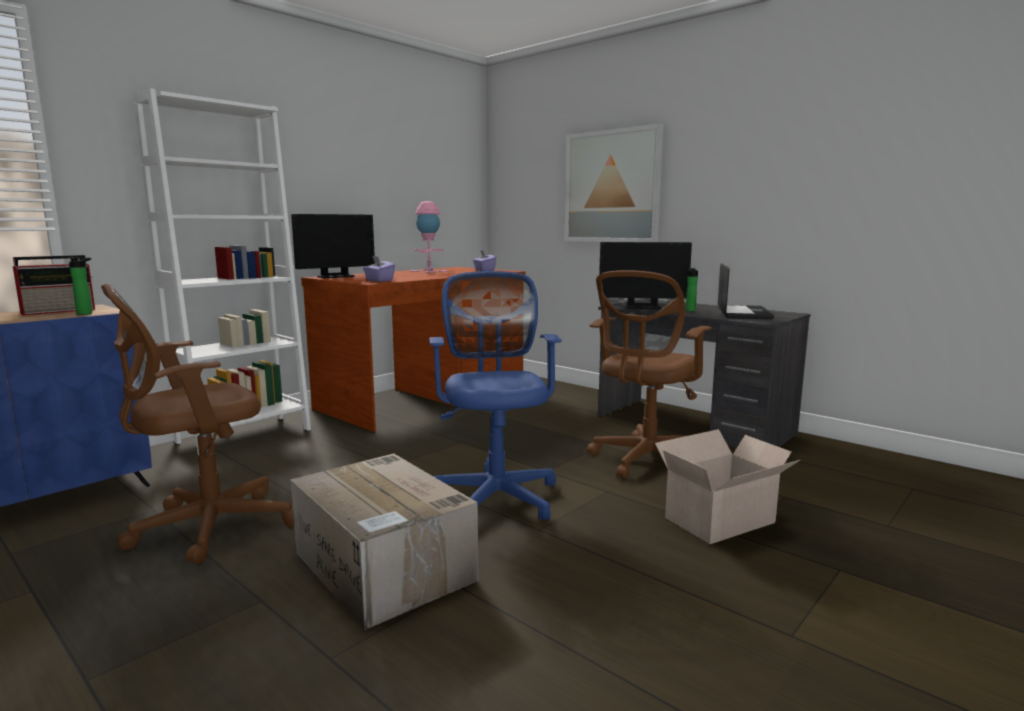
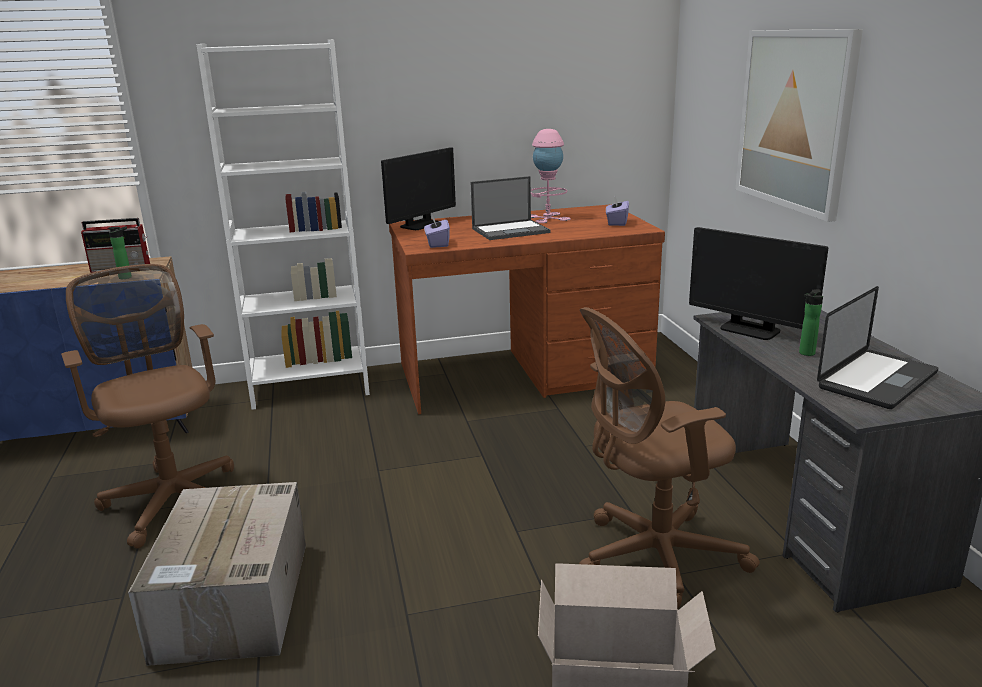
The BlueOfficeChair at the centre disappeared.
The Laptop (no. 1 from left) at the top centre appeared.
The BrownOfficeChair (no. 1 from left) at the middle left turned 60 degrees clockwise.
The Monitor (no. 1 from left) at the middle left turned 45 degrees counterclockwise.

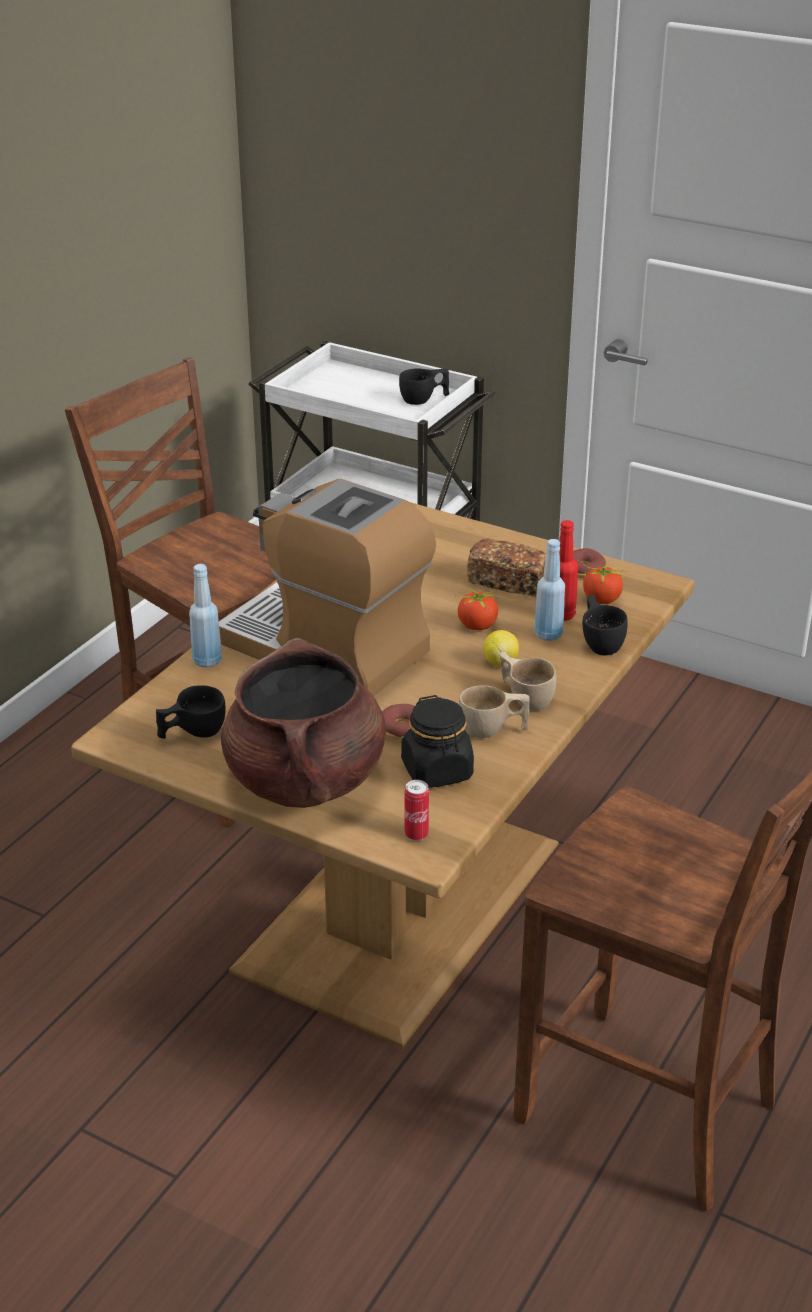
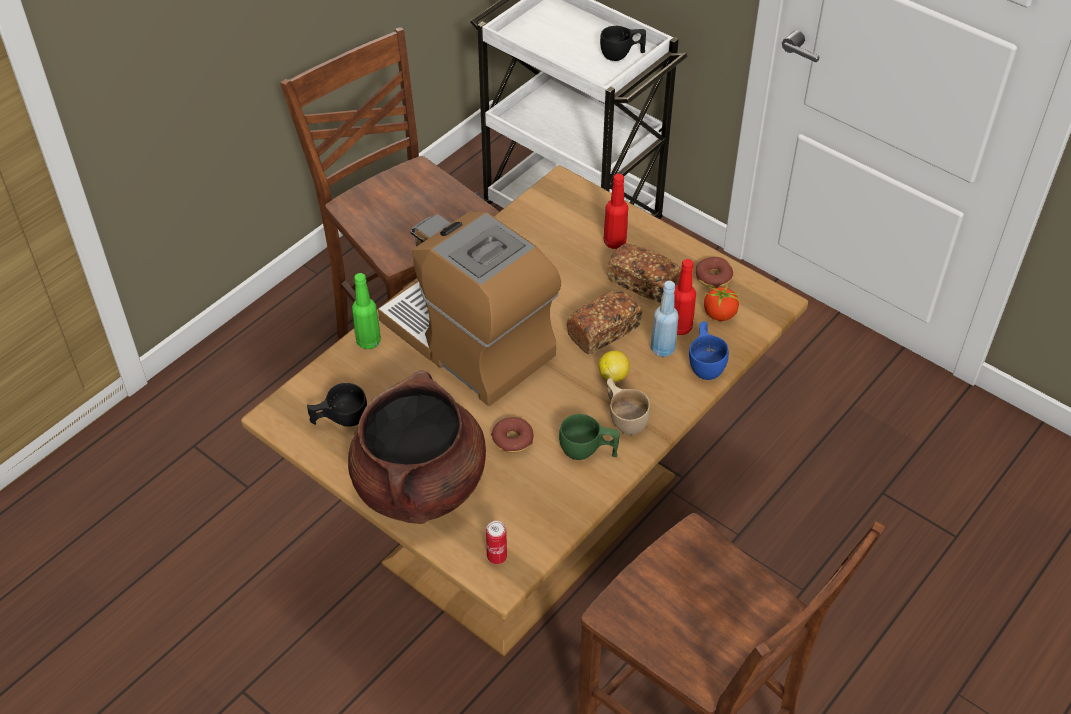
The BlackJar at the centre disappeared.
The RedBottle (no. 1 from left) at the top centre appeared.
The Tomato (no. 1 from left) at the centre was replaced by the Bread (no. 1 from left) at the centre.
The BlueBottle (no. 1 from left) at the middle left became the GreenBottle at the centre.
The BeigeCup (no. 1 from left) at the centre became the GreenCup at the centre.
The BlackCup (no. 3 from left) at the middle right became the BlueCup at the centre.

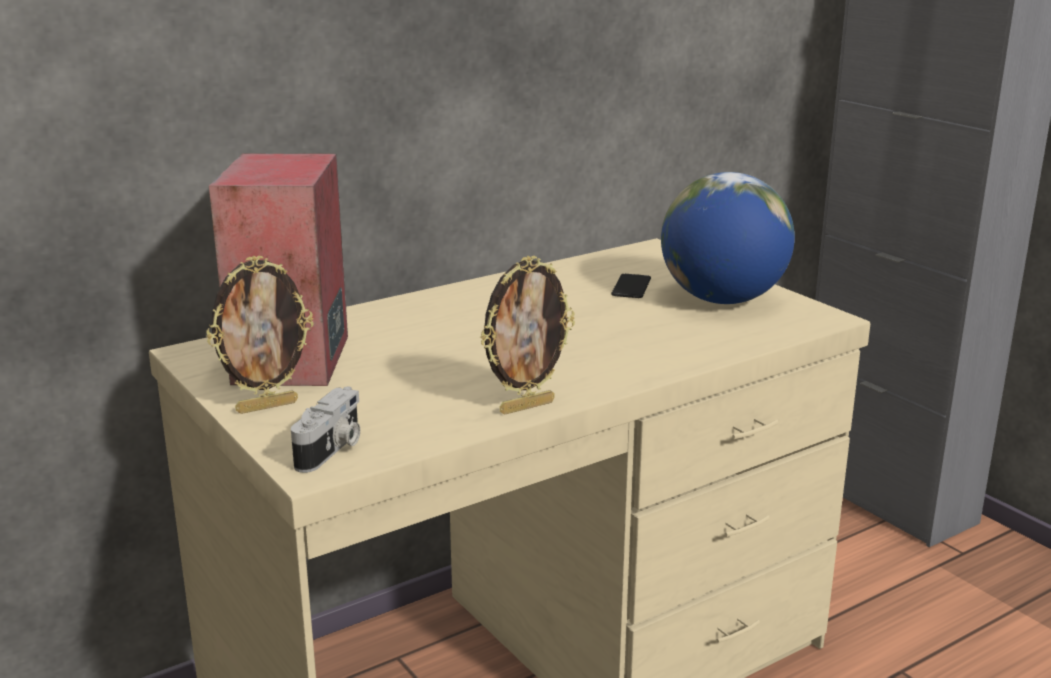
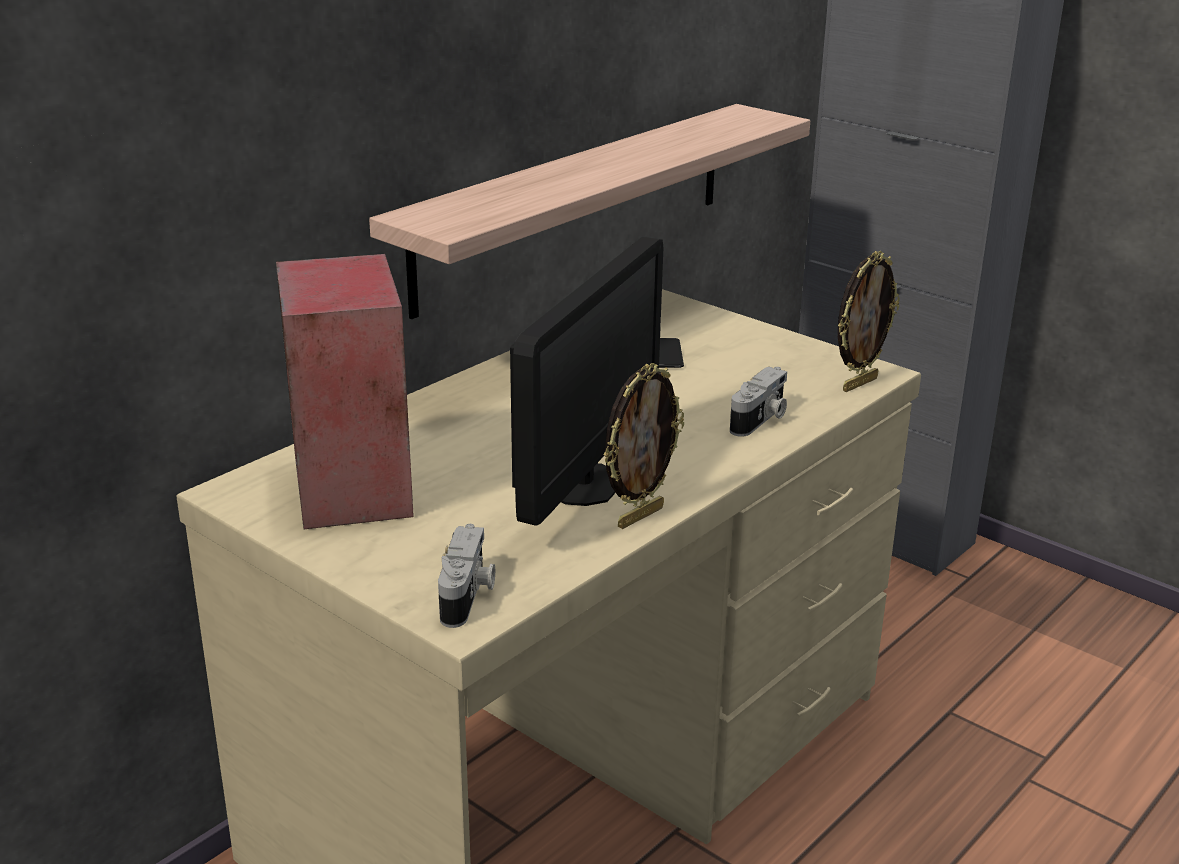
The Globe at the middle right disappeared.
The Shelf at the top centre appeared.
The Monitor at the centre appeared.
The PhotoCamera (no. 2 from left) at the centre appeared.
The PictureFrame (no. 1 from left in the first image) moved from the middle left to the middle right.

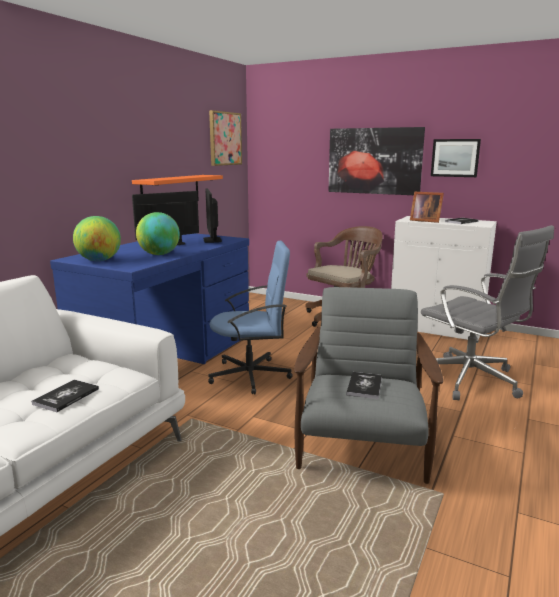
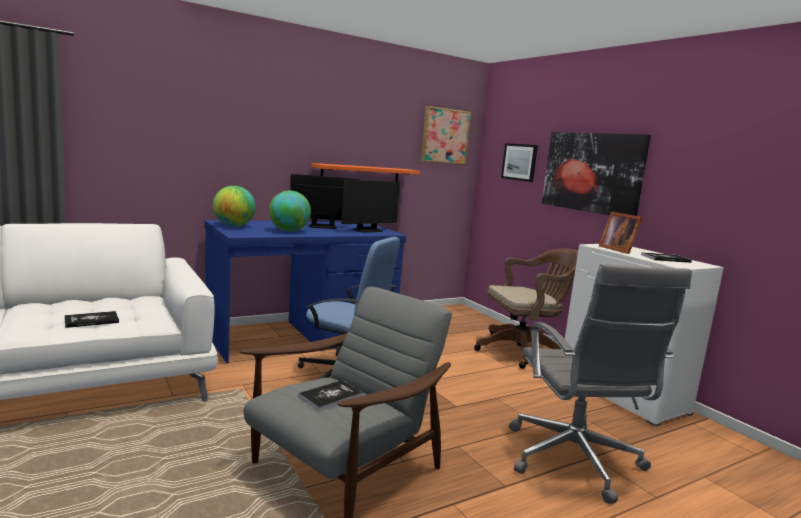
The Picture (no. 3 from left in the first image) moved from the top right to the top centre.
The Monitor (no. 2 from left) at the centre turned 150 degrees counterclockwise.

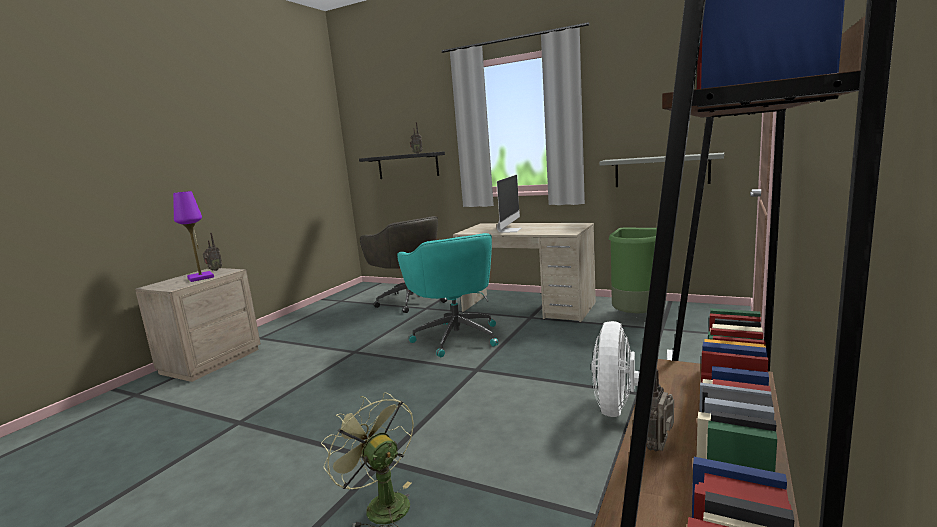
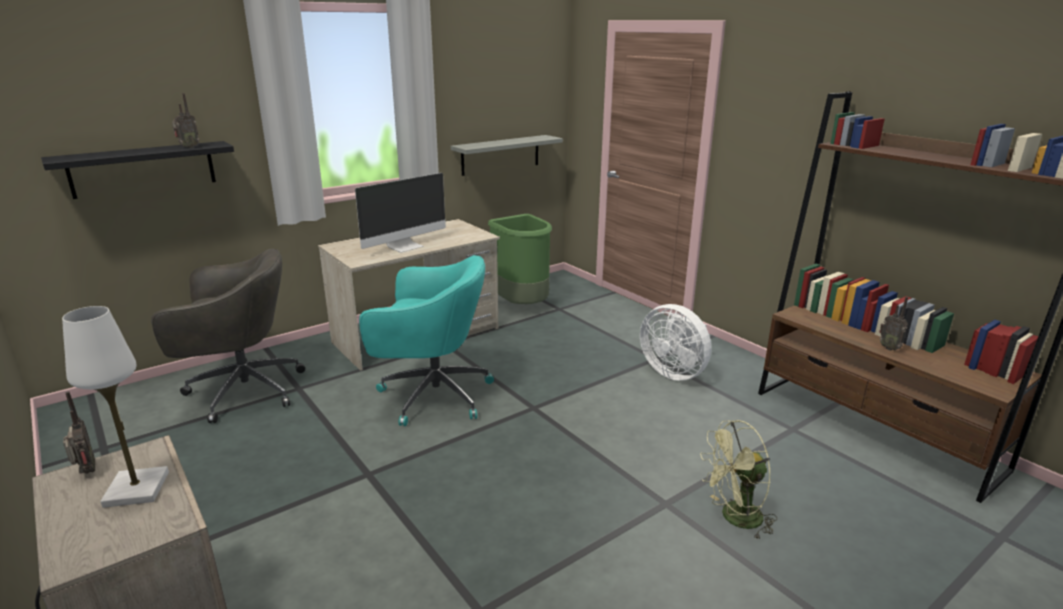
The PurpleTableLamp at the middle left became the WhiteTableLamp at the bottom left.
The Monitor at the centre turned 90 degrees clockwise.

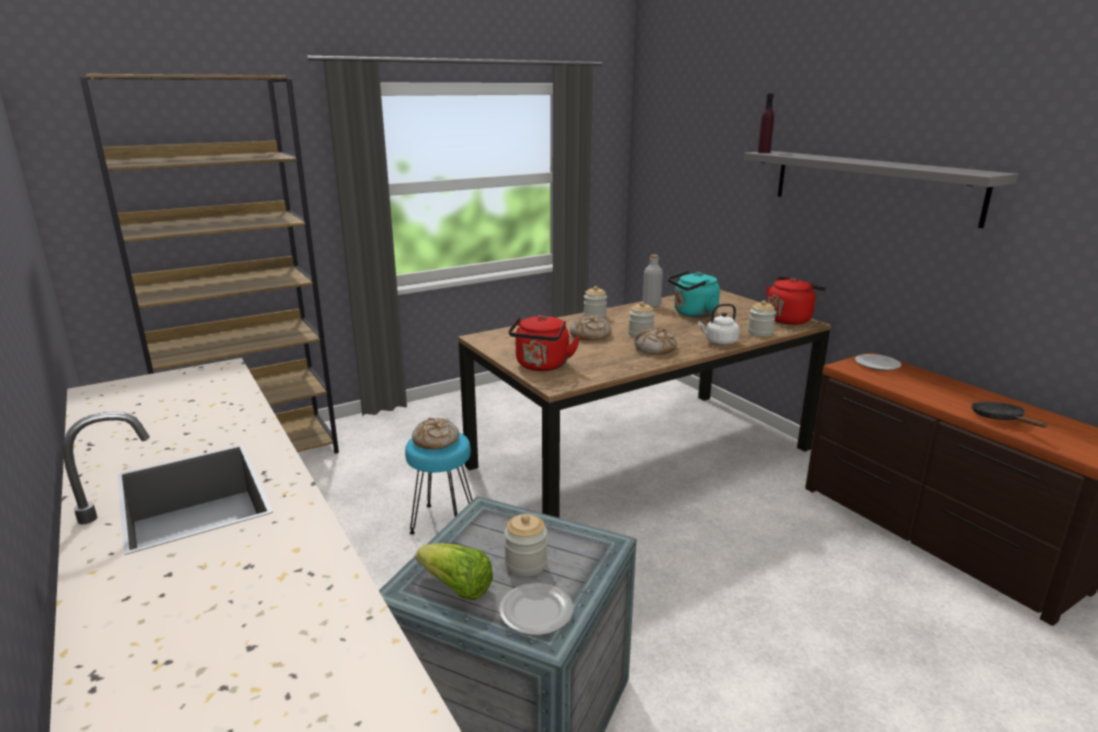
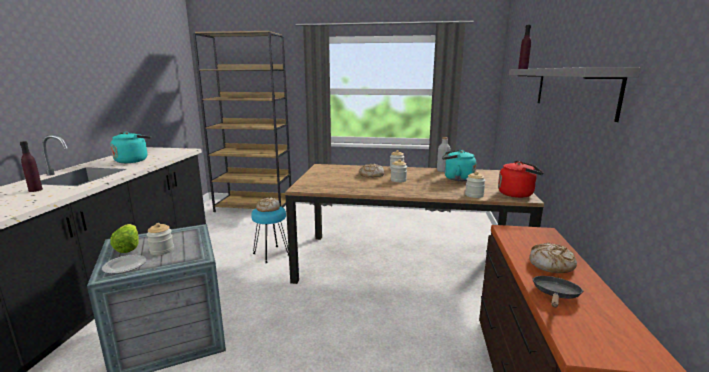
The RedKettle (no. 1 from left) at the centre disappeared.
The WhiteKettle at the centre disappeared.
The Plate (no. 2 from left) at the middle right disappeared.
The PurpleBottle (no. 1 from left) at the middle left appeared.
The TurquoiseKettle (no. 1 from left) at the middle left appeared.
The Bread (no. 3 from left) moved from the centre to the bottom right.

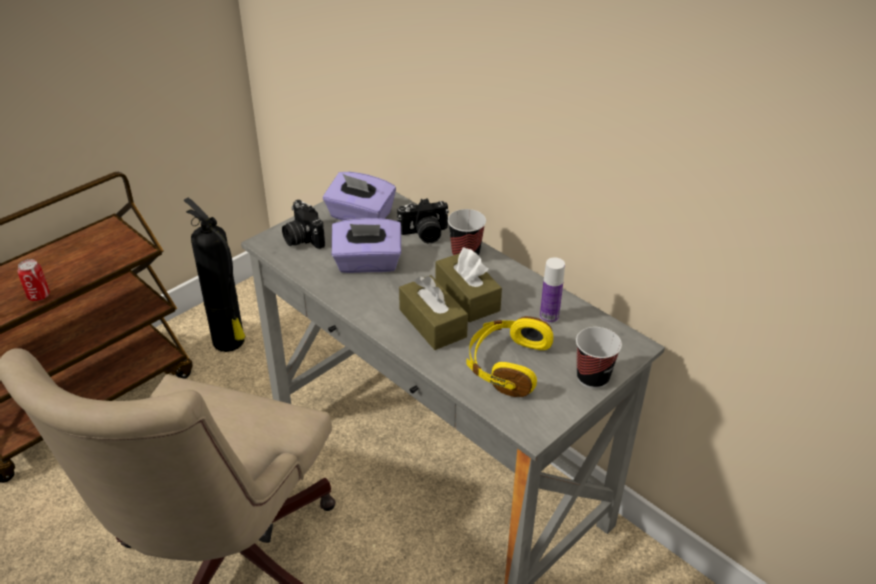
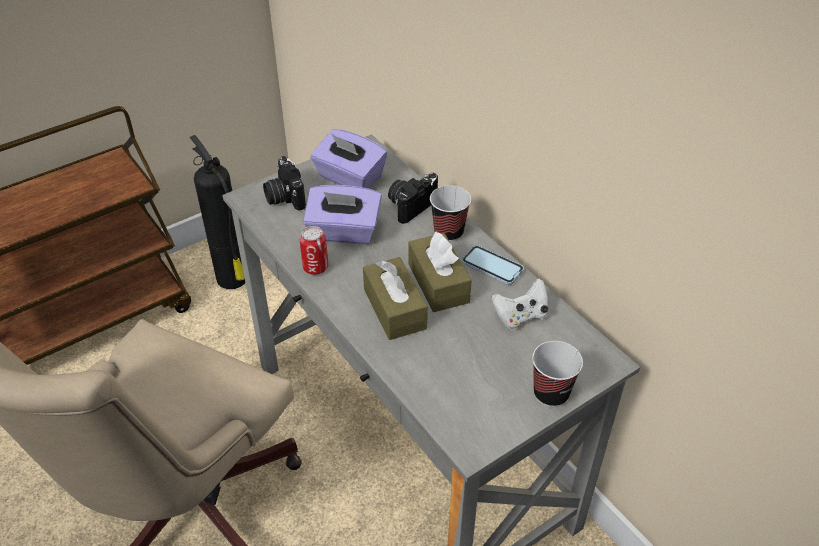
The YellowHeadphones at the centre disappeared.
The Phone at the centre appeared.
The Can moved from the middle left to the centre.
The Bottle at the centre was replaced by the WhiteGameController at the centre.
The PhotoCamera (no. 2 from left) at the centre turned 135 degrees clockwise.

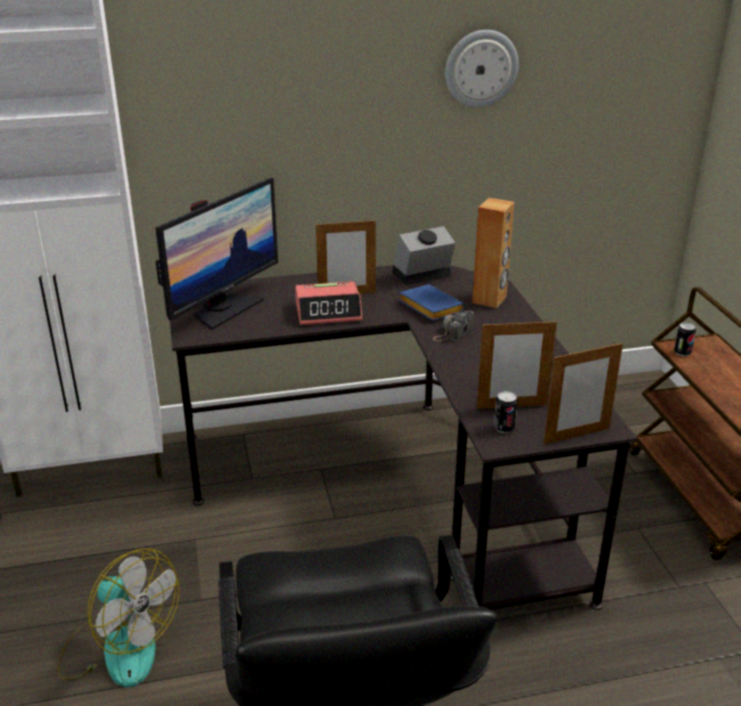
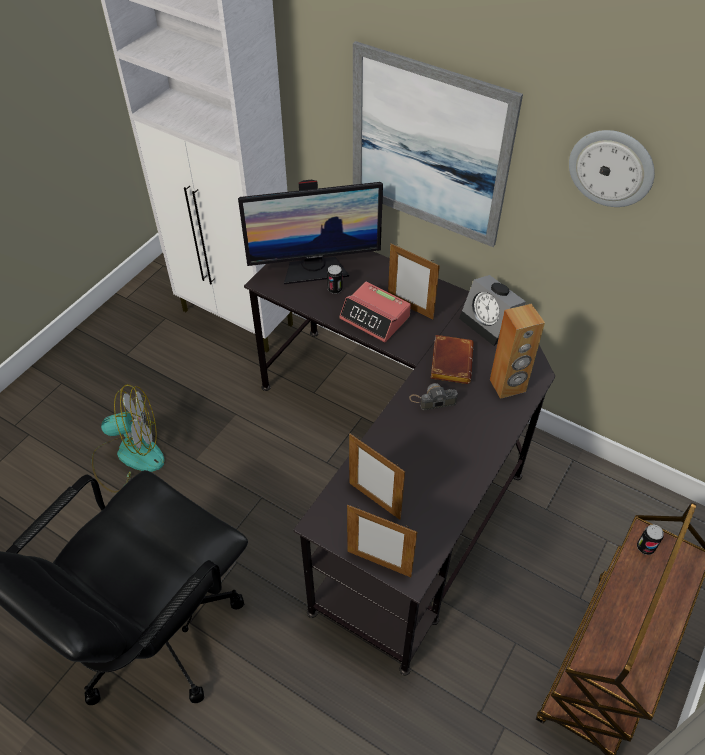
The Picture at the top centre appeared.
The Can (no. 1 from left) moved from the middle right to the centre.
The BlueBook at the centre became the BrownBook at the centre.
The Fan at the bottom left turned 90 degrees counterclockwise.
The AlarmClock (no. 2 from left) at the centre turned 150 degrees counterclockwise.

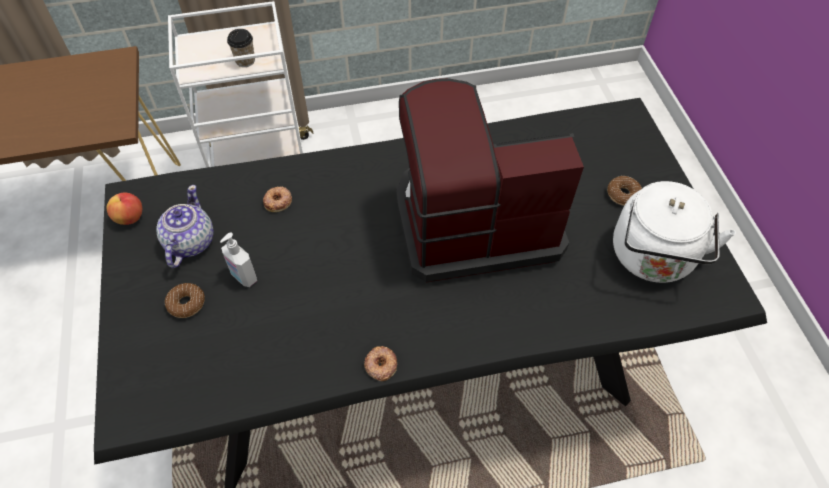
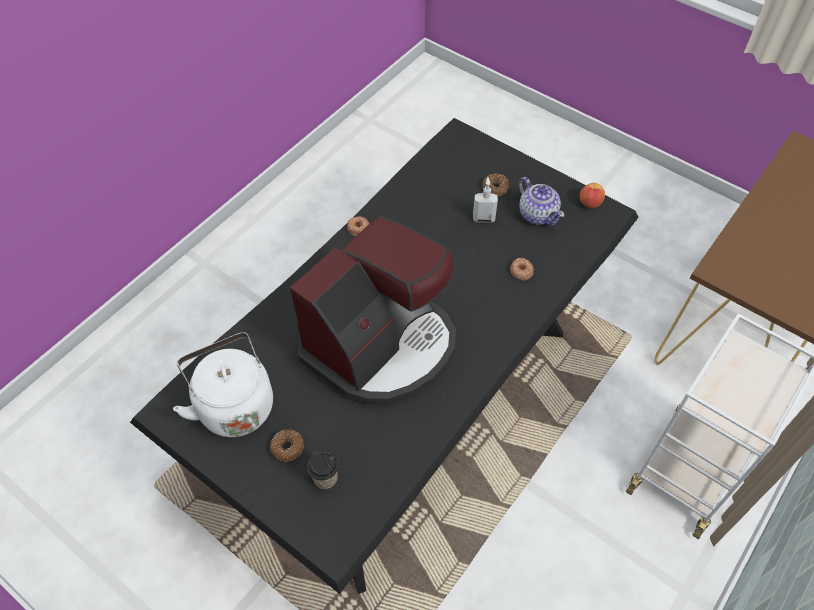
The Cup moved from the top left to the bottom centre.

